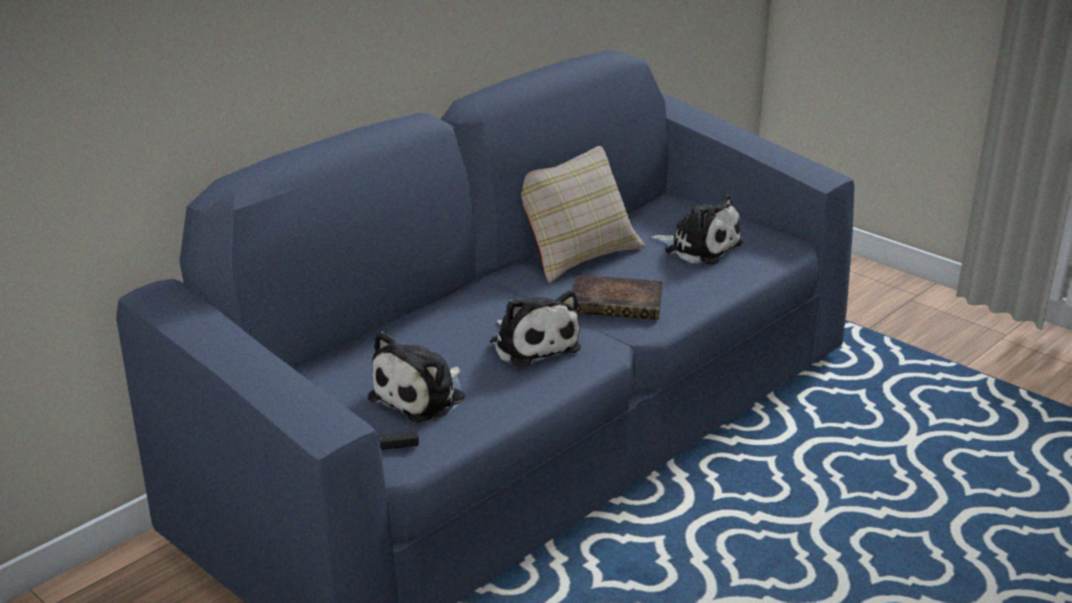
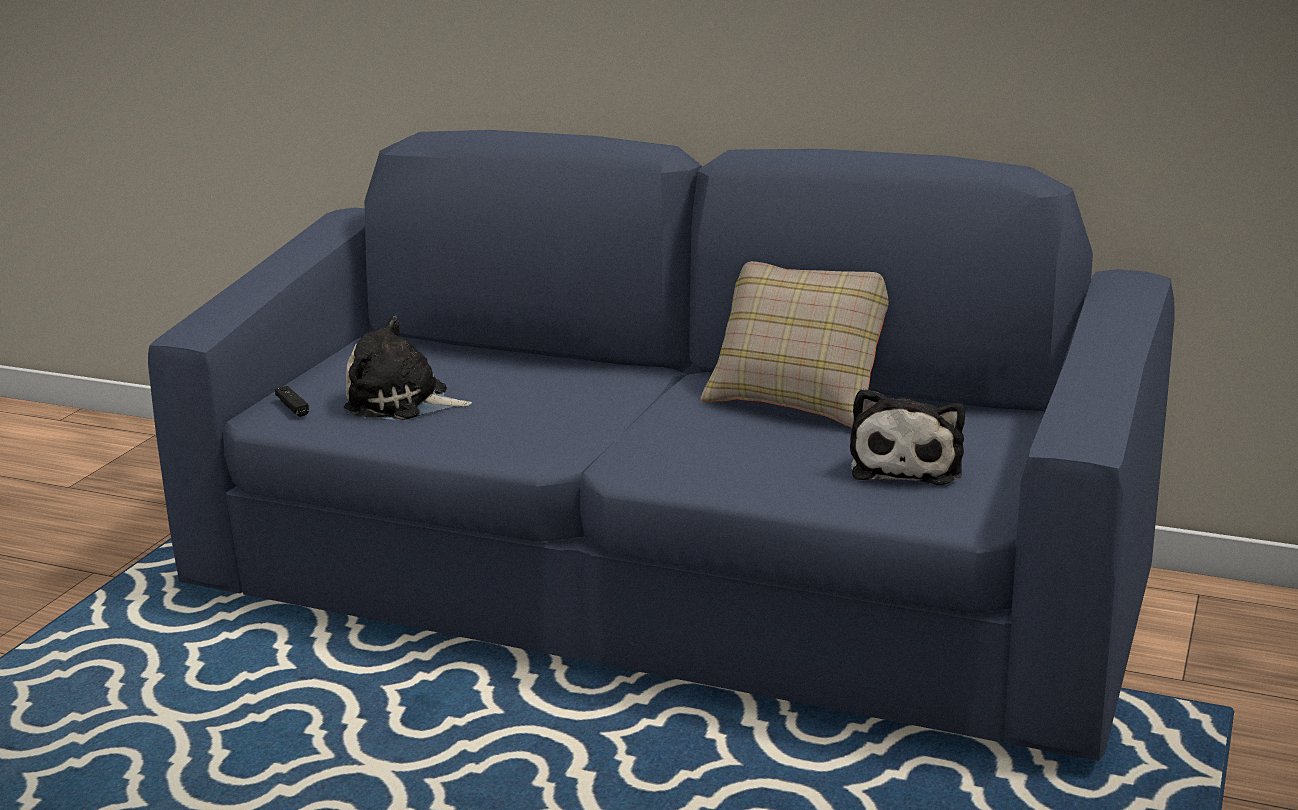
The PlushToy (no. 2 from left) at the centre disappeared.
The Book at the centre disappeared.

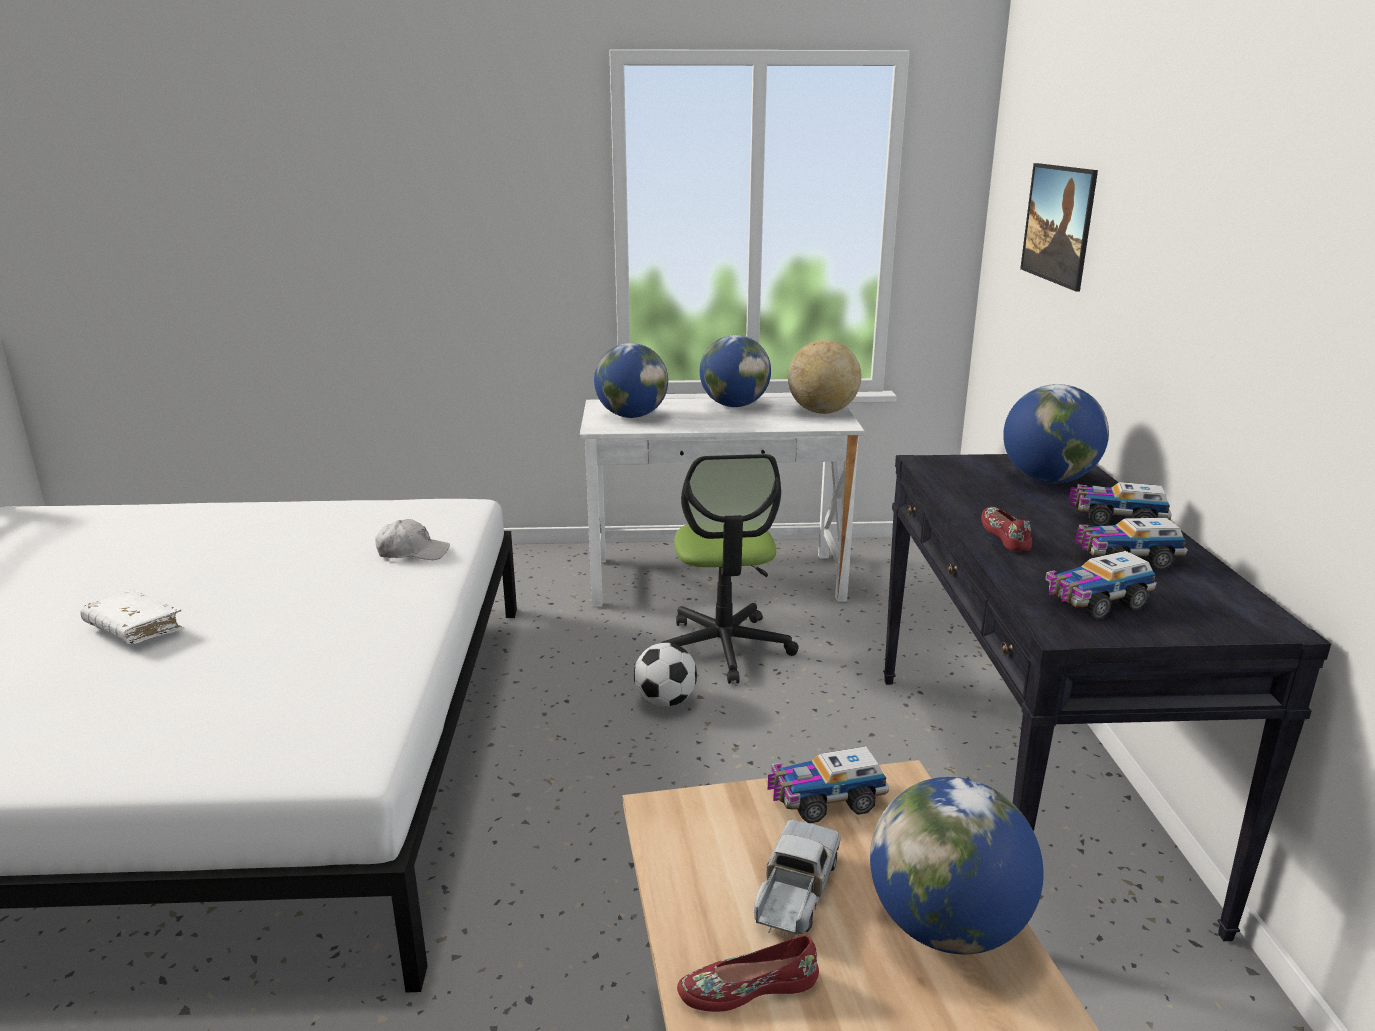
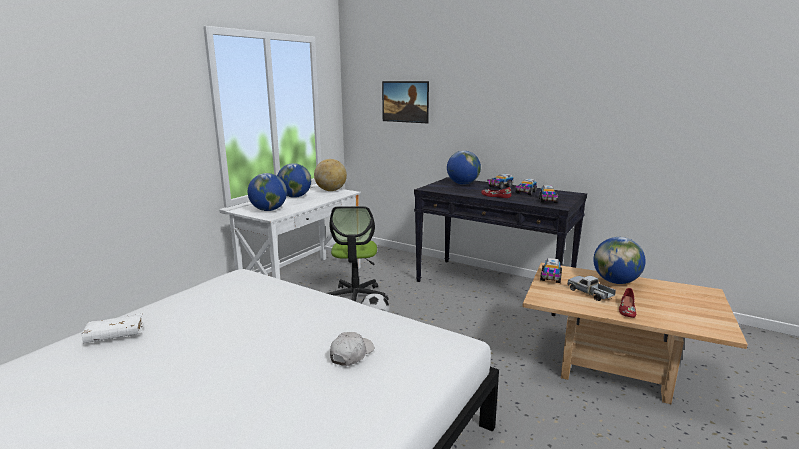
The WhiteBook moved from the middle left to the bottom left.
The WhiteCap moved from the middle left to the bottom centre.
The OfficeChair at the centre turned 60 degrees clockwise.

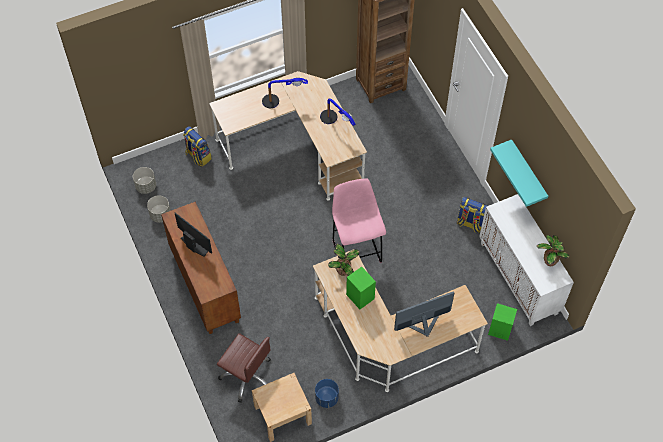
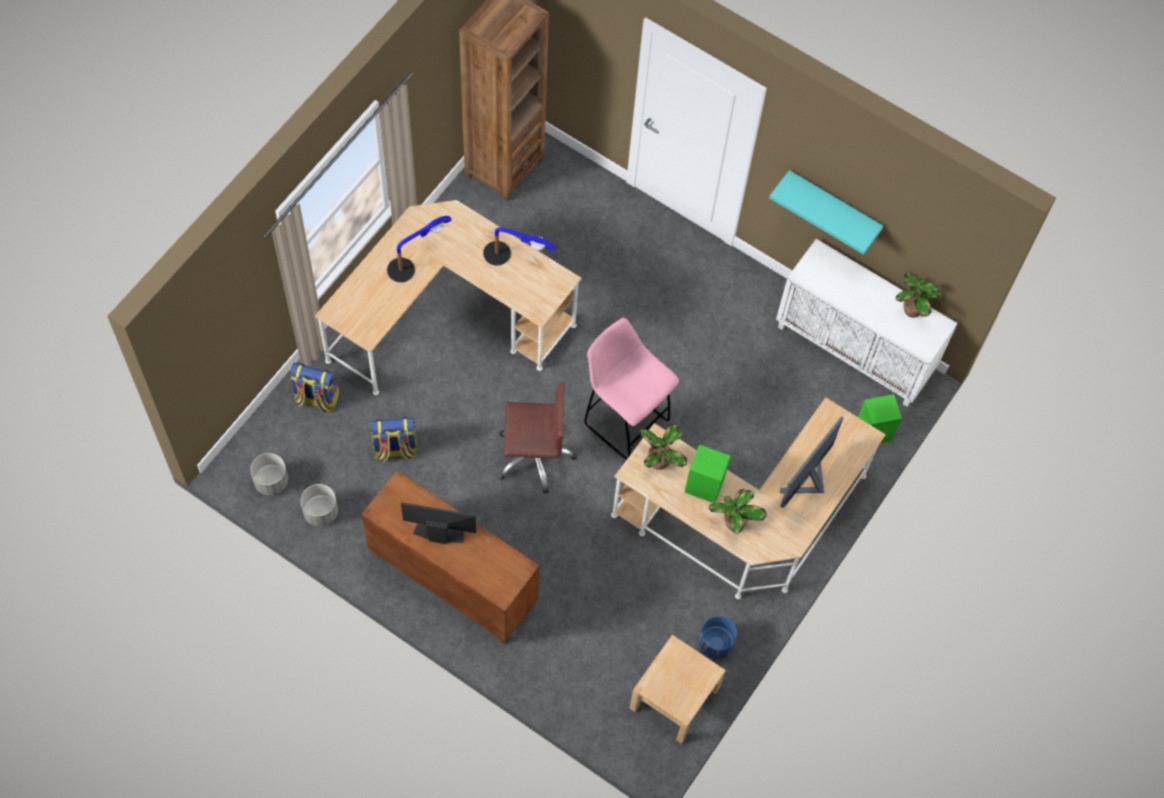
The PottedPlant (no. 2 from left) at the centre appeared.
The BrownOfficeChair moved from the bottom centre to the centre.
The Backpack (no. 2 from left) moved from the middle right to the centre.

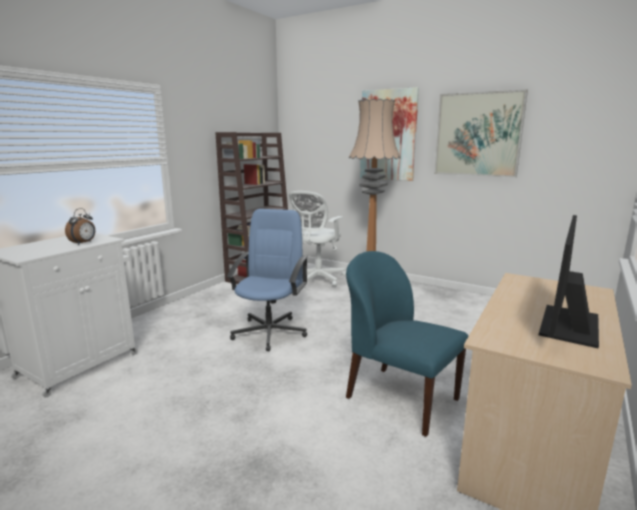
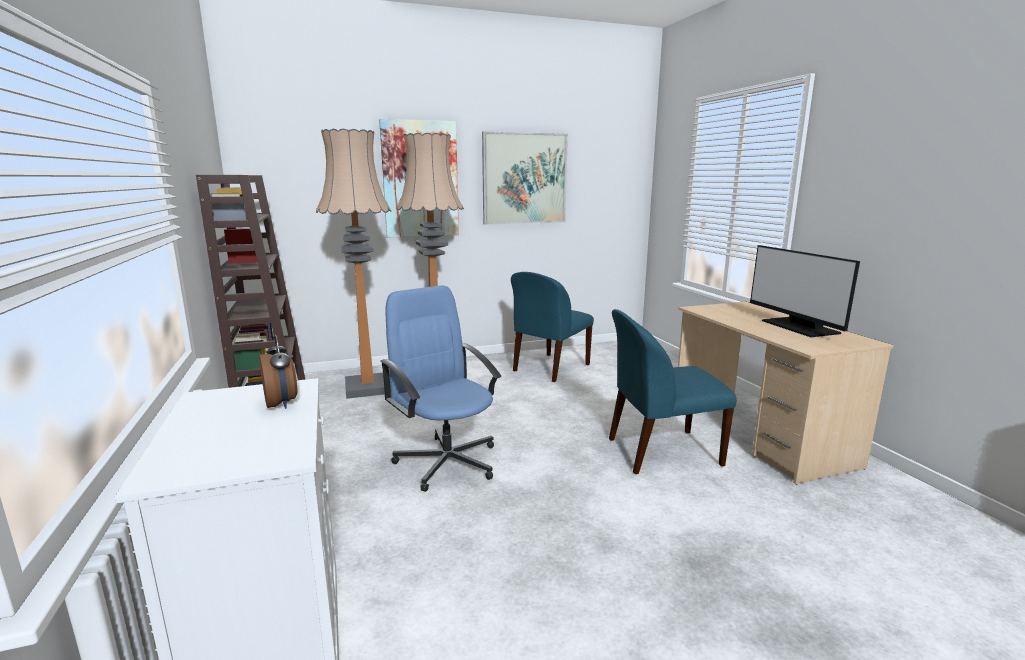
The BlueChair (no. 1 from left) at the centre appeared.
The WhiteOfficeChair at the centre was replaced by the FloorLamp (no. 1 from left) at the centre.

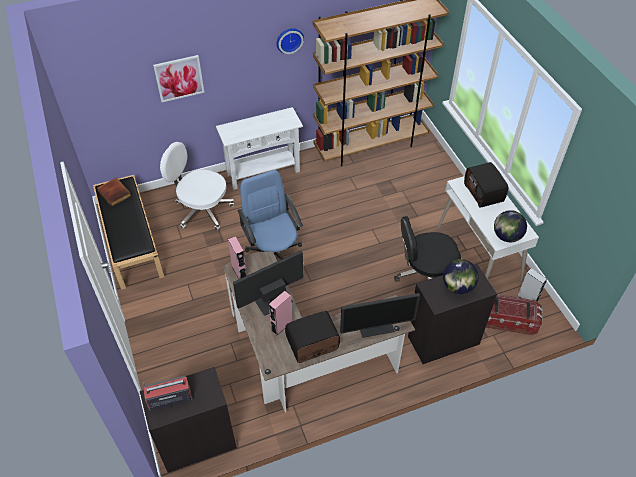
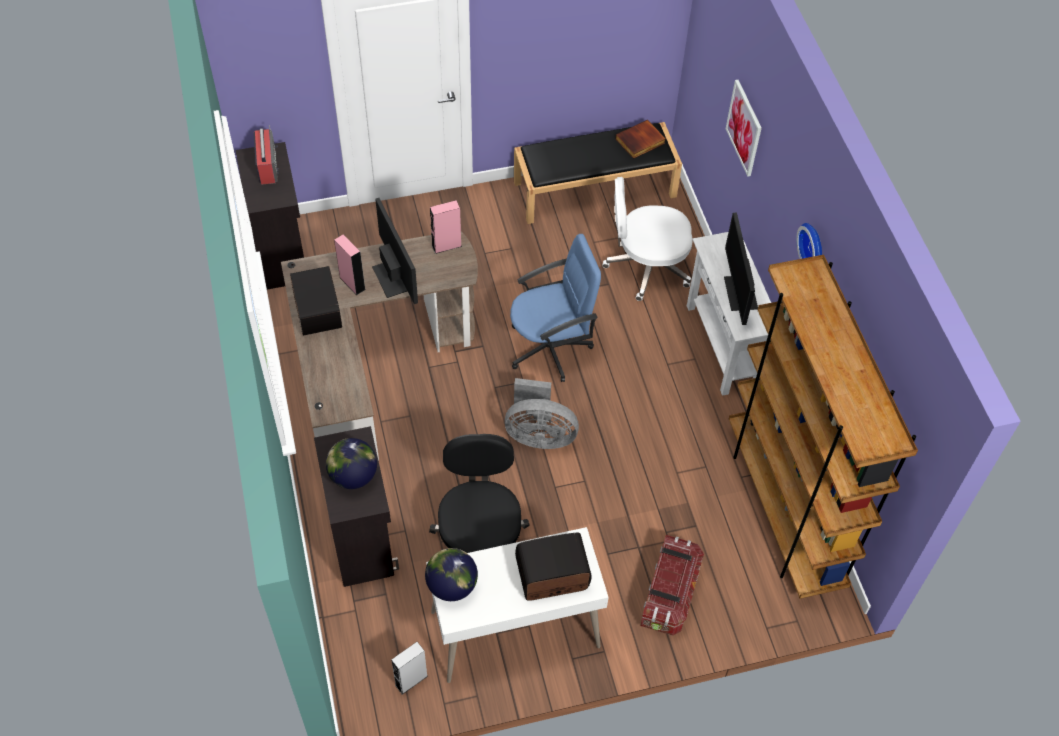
The GreyFan at the centre appeared.
The Monitor (no. 2 from left) moved from the centre to the middle right.
The StorageBox moved from the middle right to the bottom centre.
The WhiteOfficeChair at the middle left turned 120 degrees counterclockwise.

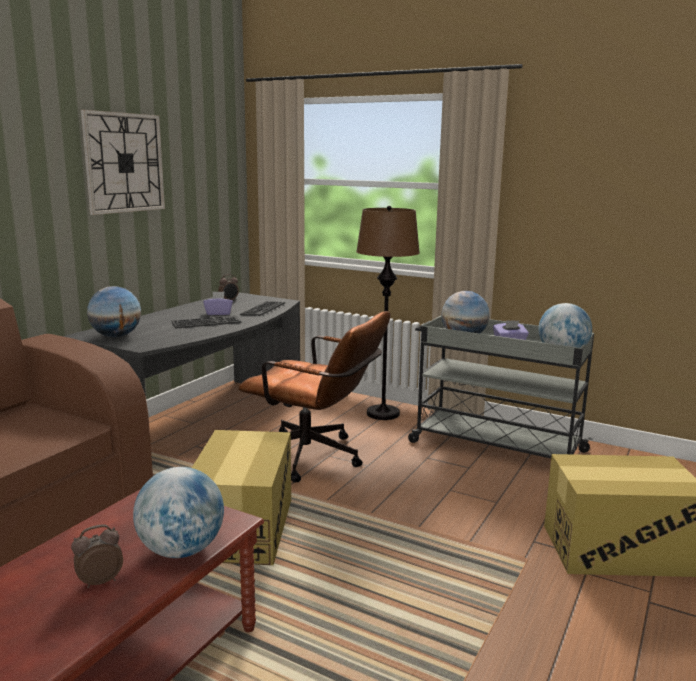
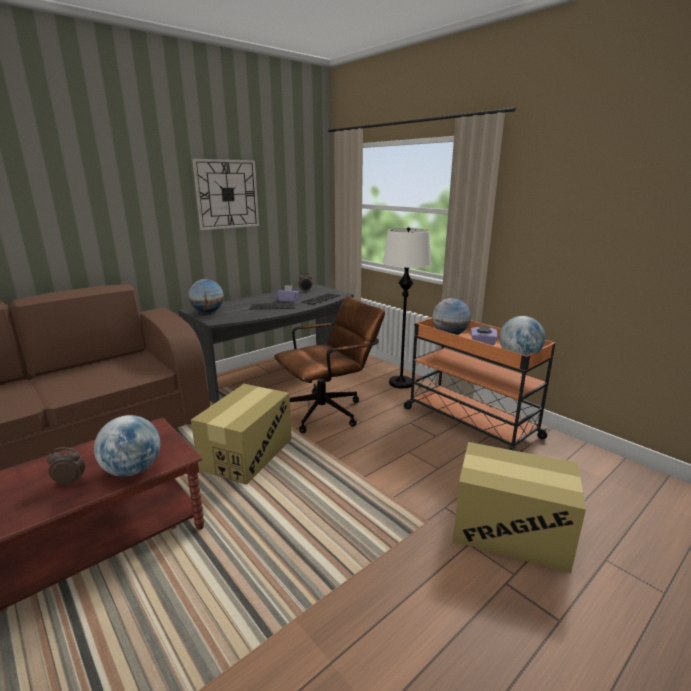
The BrownFloorLamp at the centre became the WhiteFloorLamp at the centre.
The GreyCart at the middle right became the OrangeCart at the middle right.
The BrownOfficeChair at the centre turned 75 degrees counterclockwise.

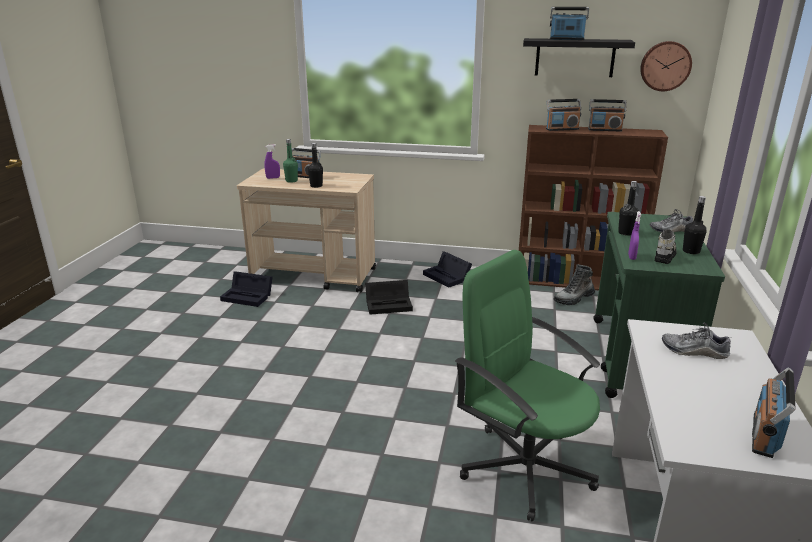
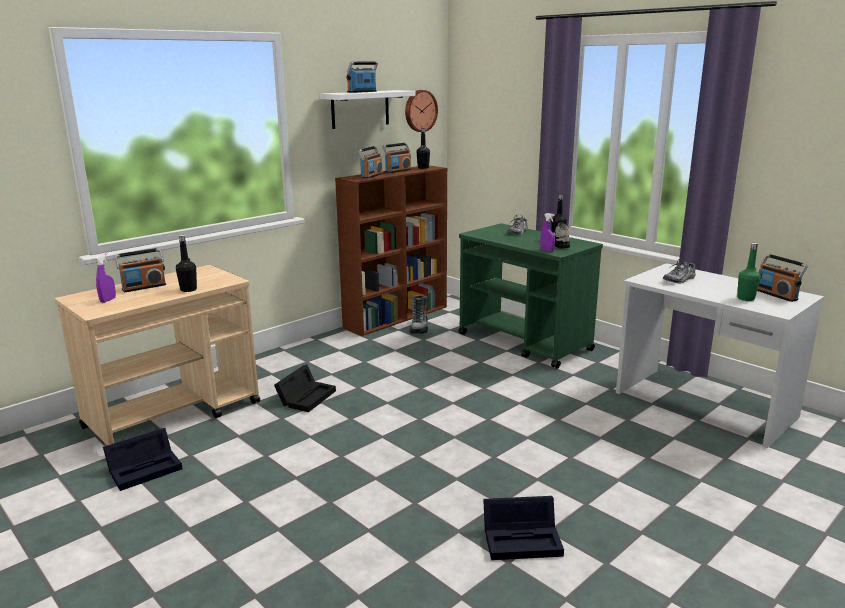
The GreenOfficeChair at the bottom centre disappeared.
The GreenBottle moved from the top centre to the middle right.
The BlackStorageBox (no. 3 from left) moved from the centre to the bottom centre.
The BlackBottle (no. 2 from left) moved from the middle right to the top centre.
The BlackShelf at the top right became the WhiteShelf at the top centre.

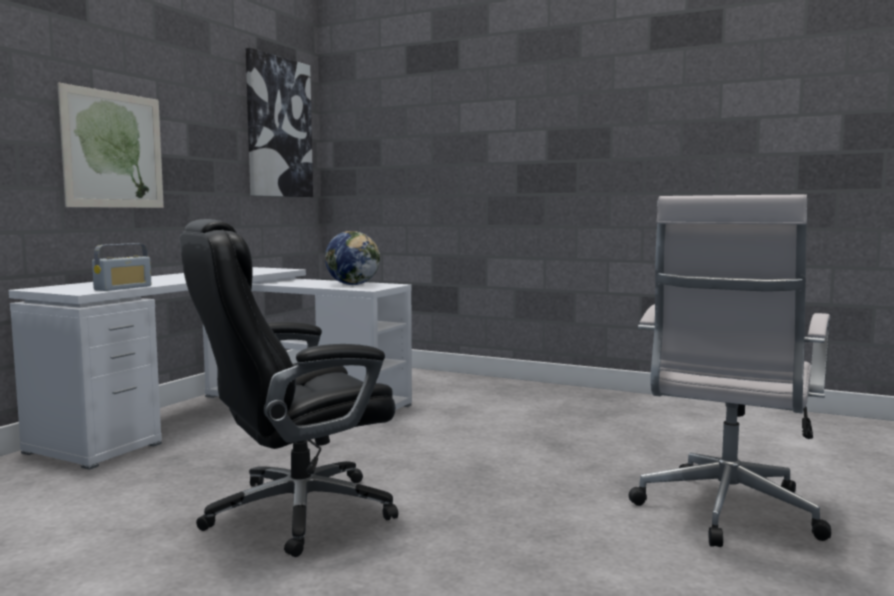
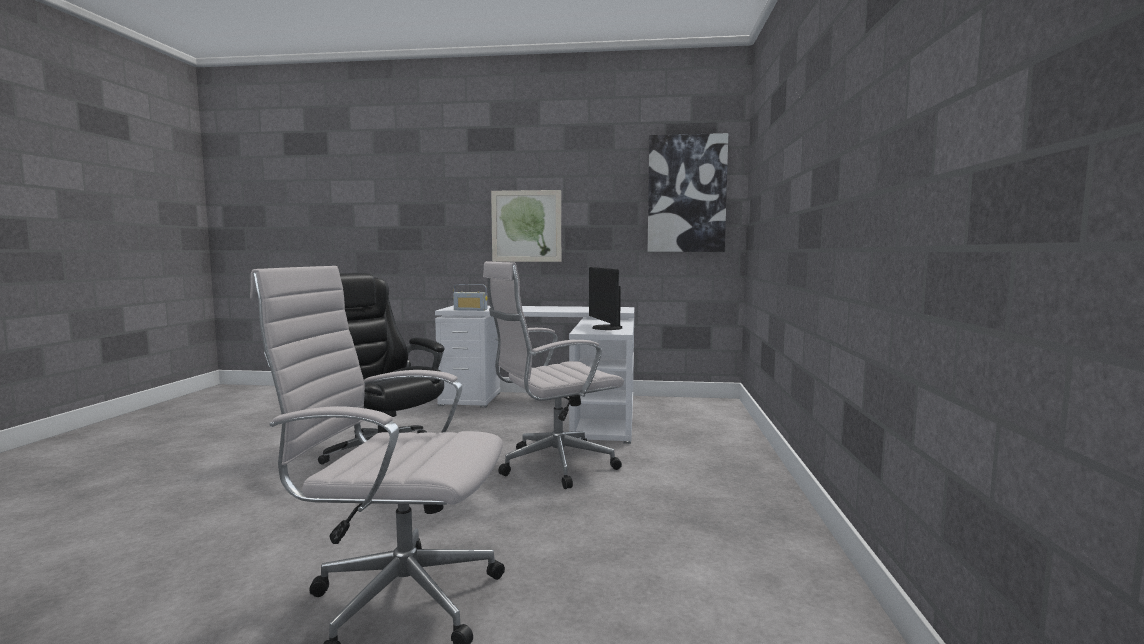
The WhiteOfficeChair (no. 2 from left) at the centre appeared.
The Globe at the centre was replaced by the Monitor at the centre.

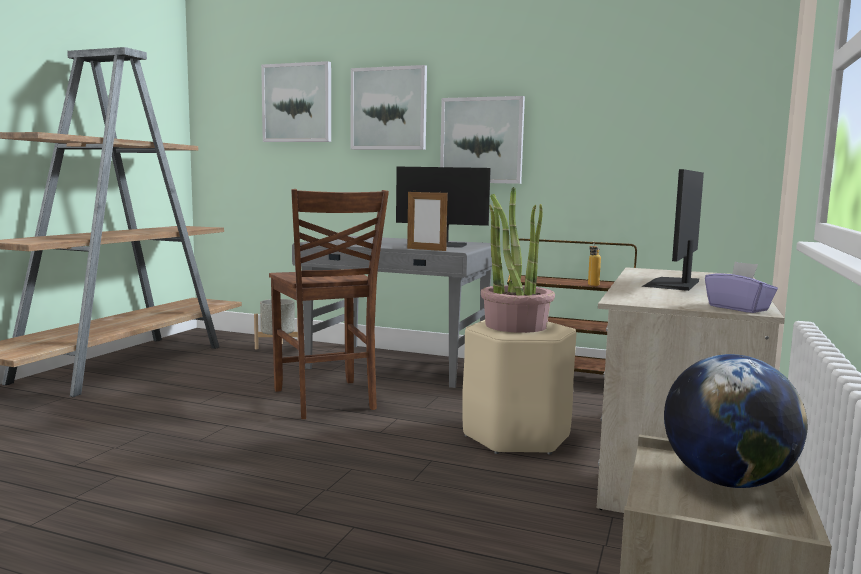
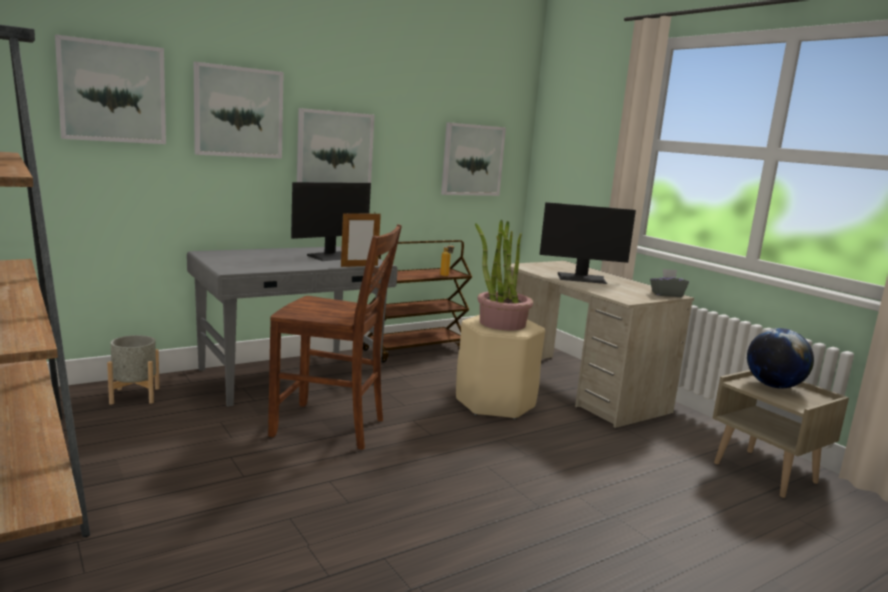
The Picture (no. 4 from left) at the top centre appeared.
The PurpleTissueBox at the middle right became the GreyTissueBox at the middle right.
The Monitor (no. 2 from left) at the middle right turned 60 degrees counterclockwise.

